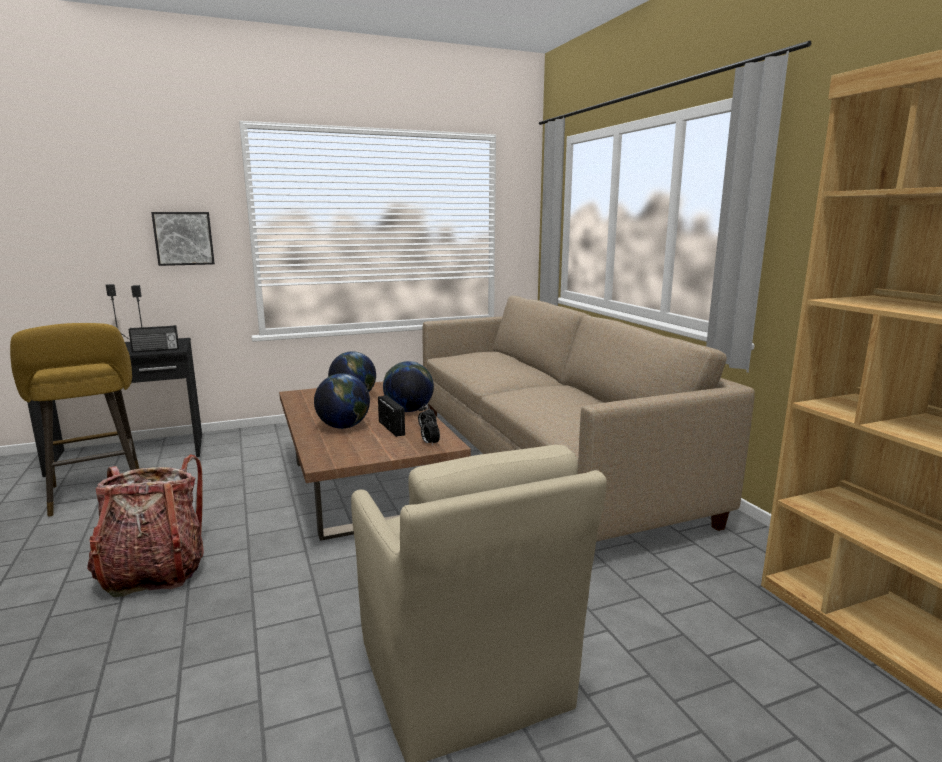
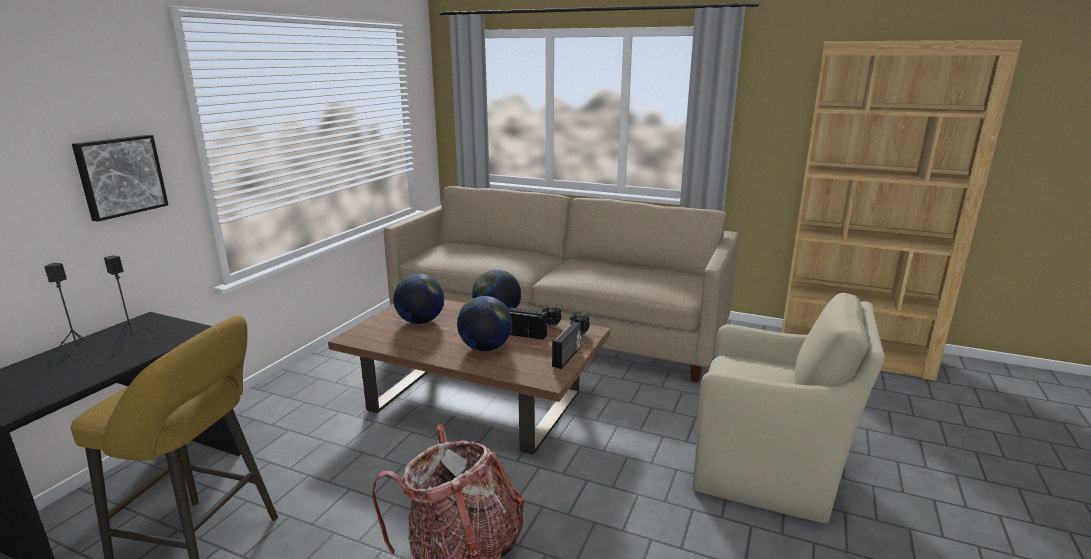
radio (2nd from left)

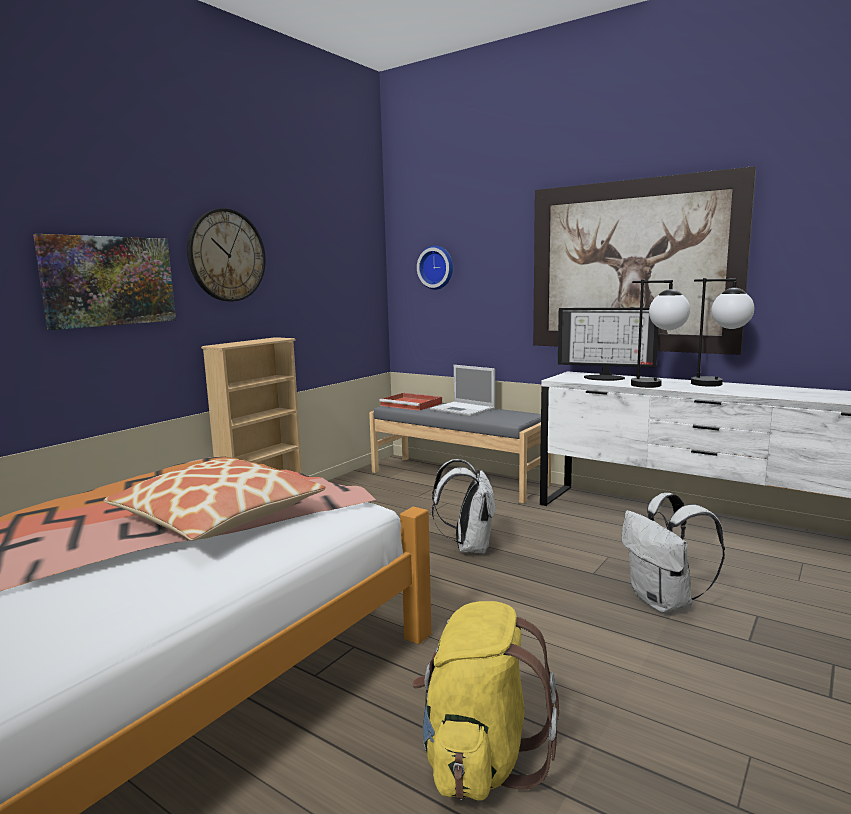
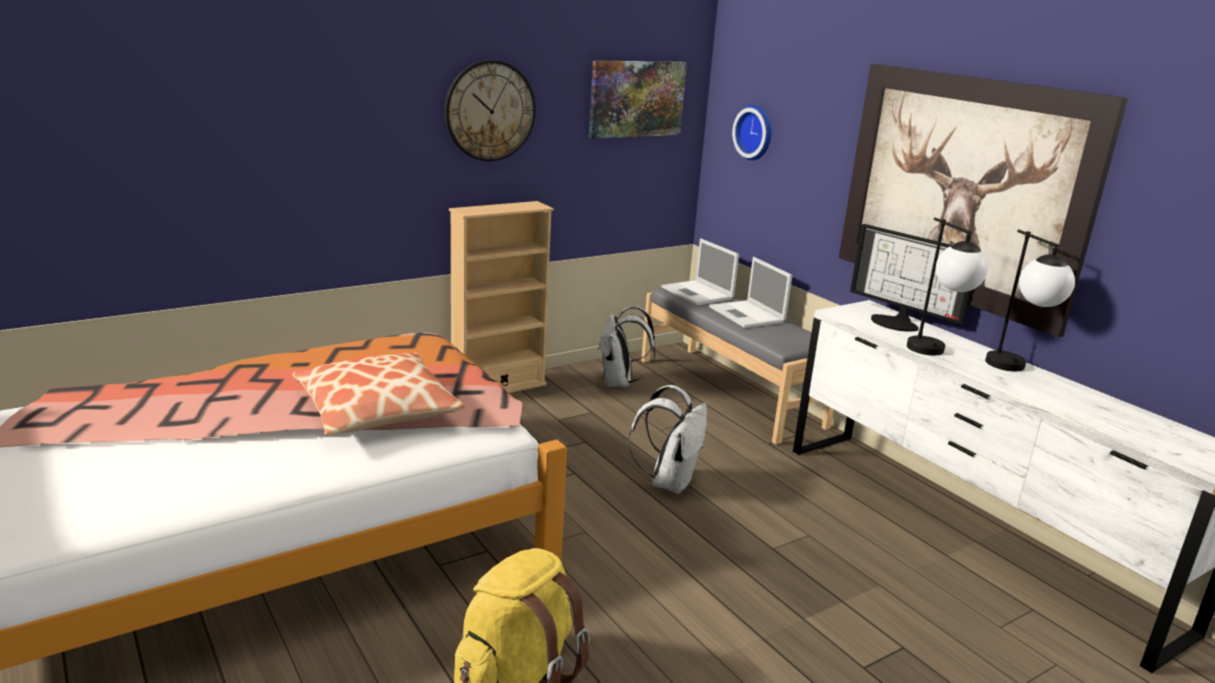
picture (1st from left); laptop (1st from left); backpack (white) (1st from left)

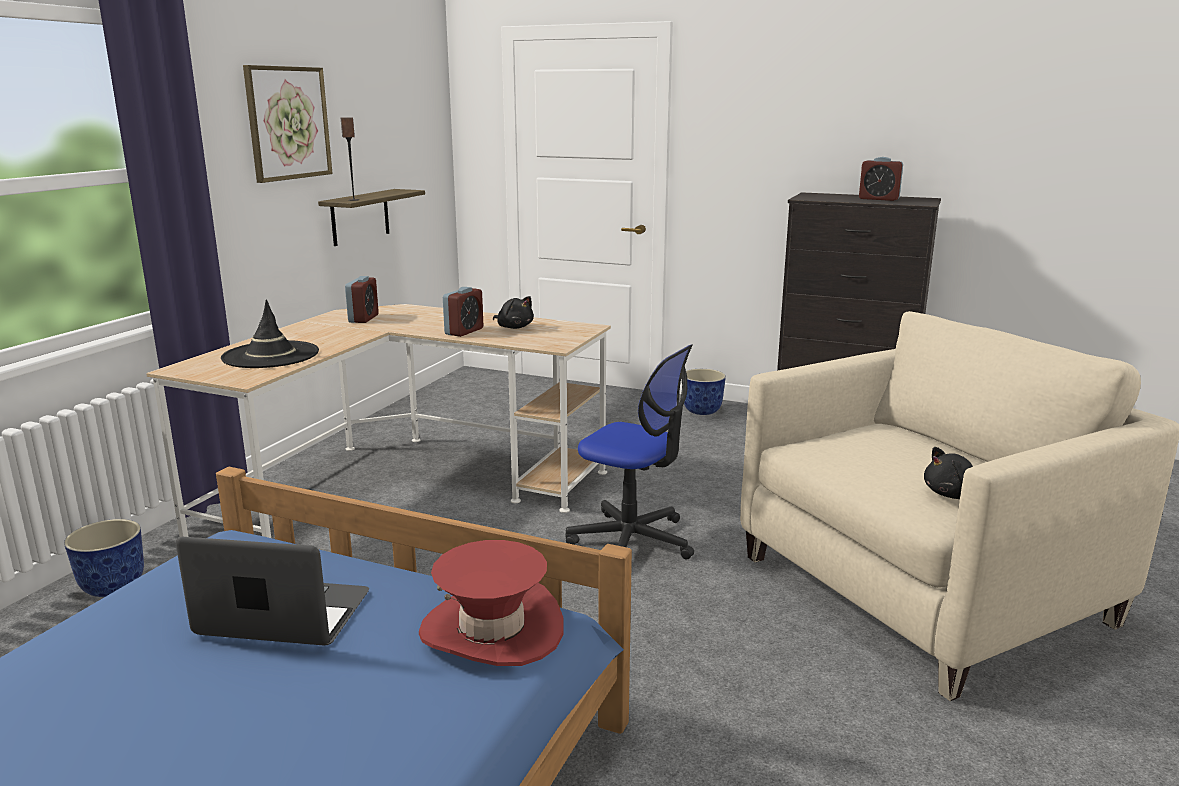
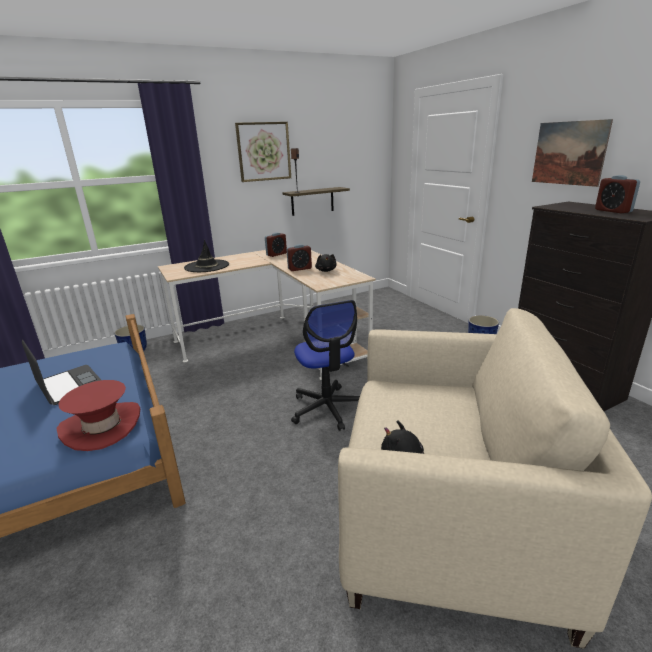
picture (2nd from left)

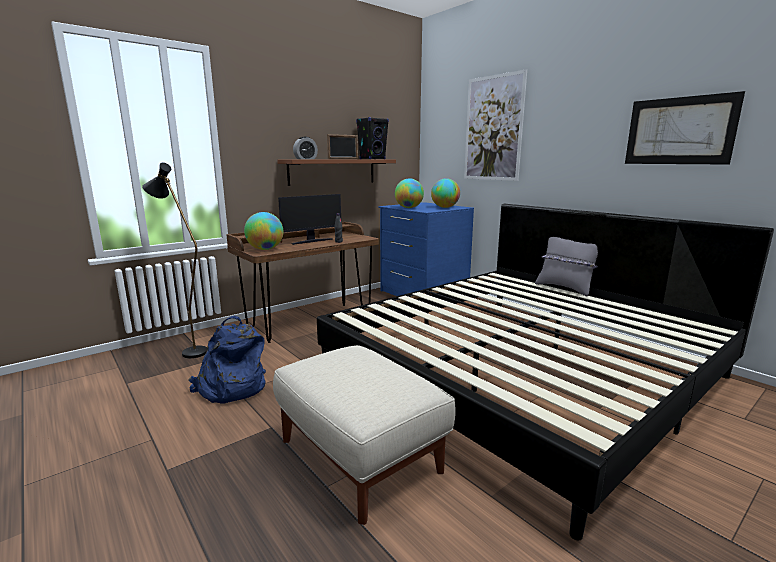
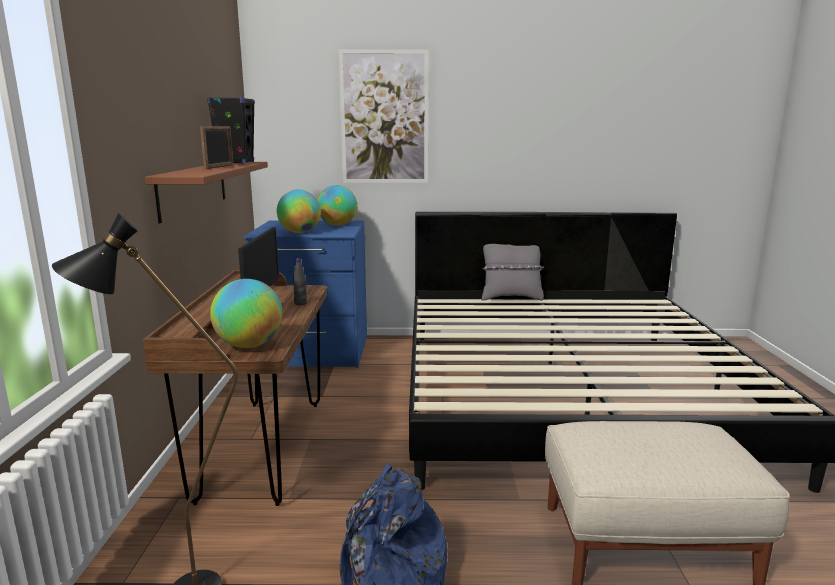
picture (2nd from left in the first image); alarm clock

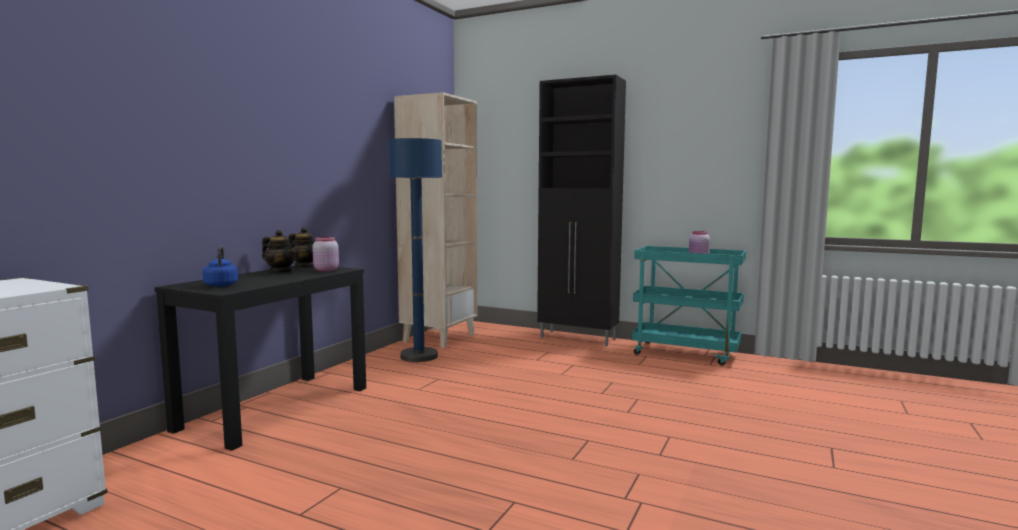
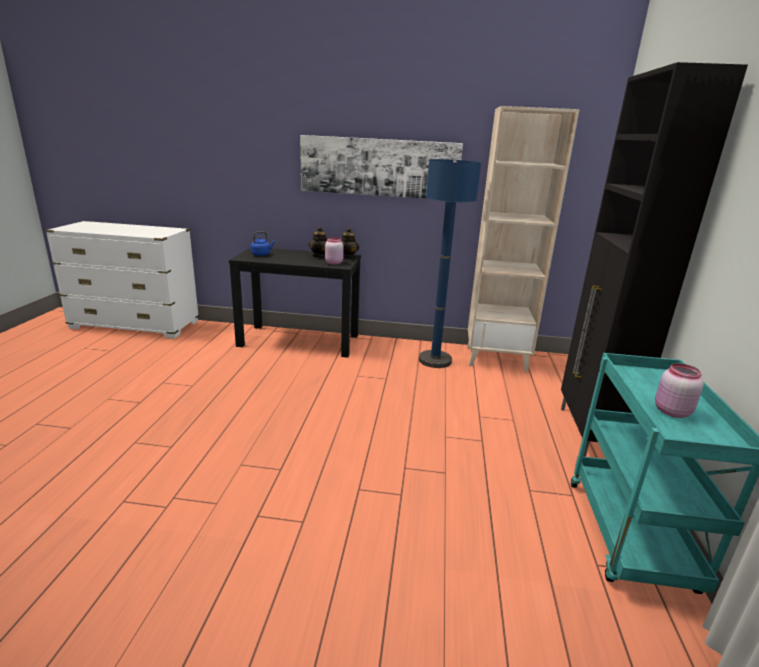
picture

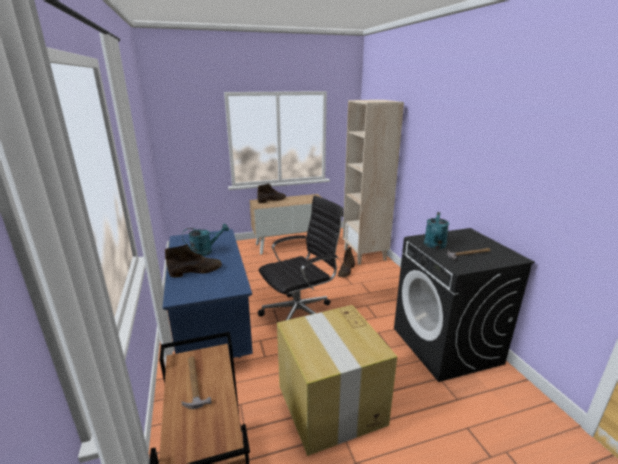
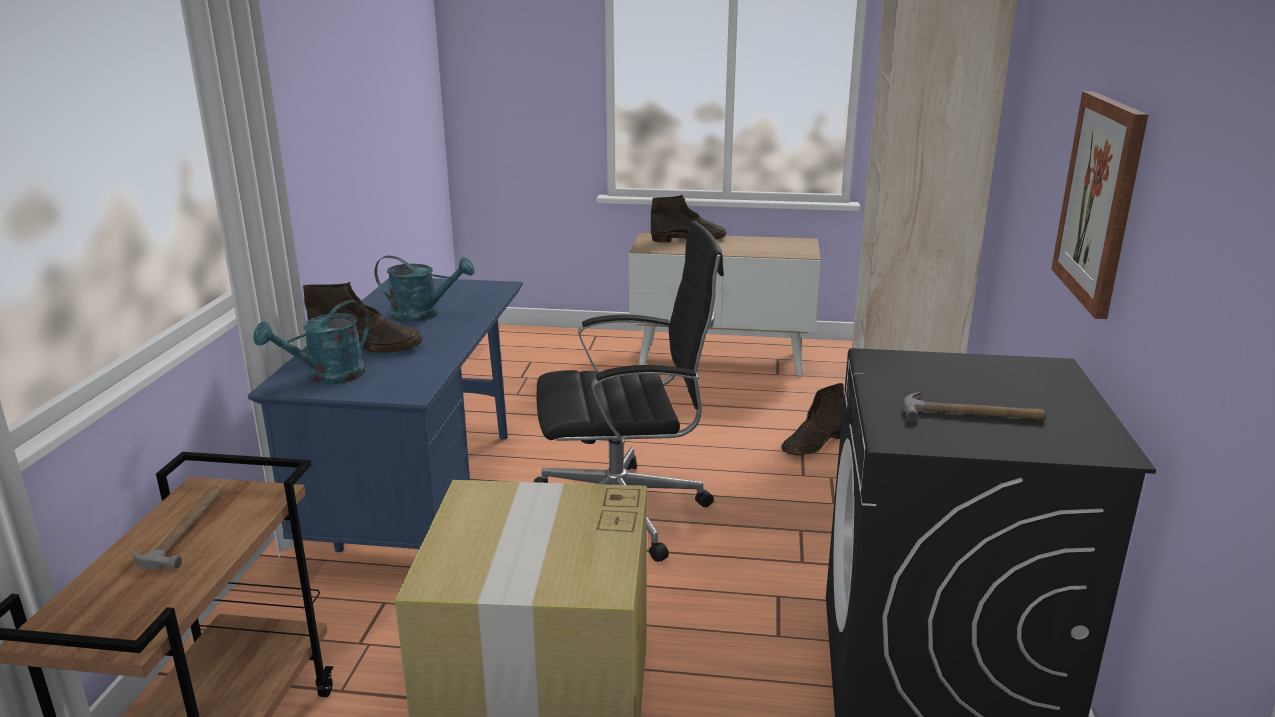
watering can (turquoise) (1st from left); picture

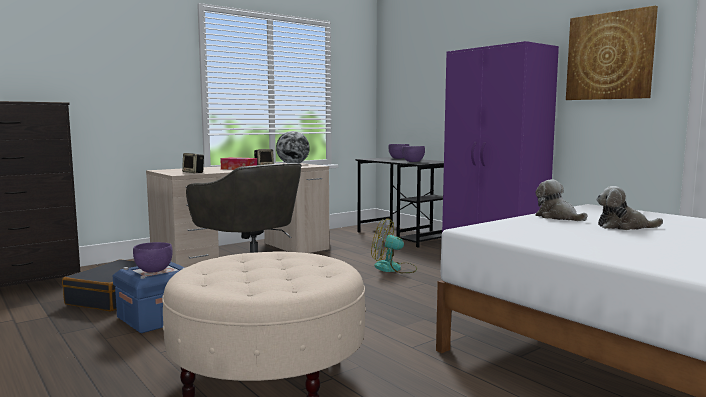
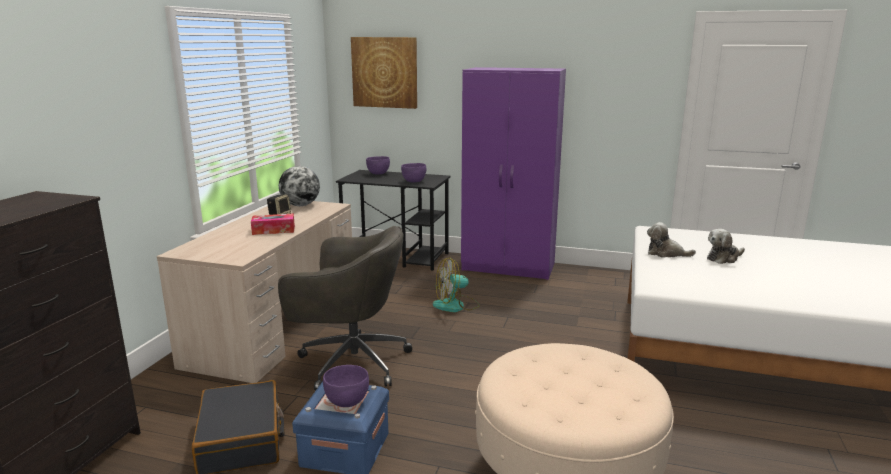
picture; speaker (1st from left in the first image)

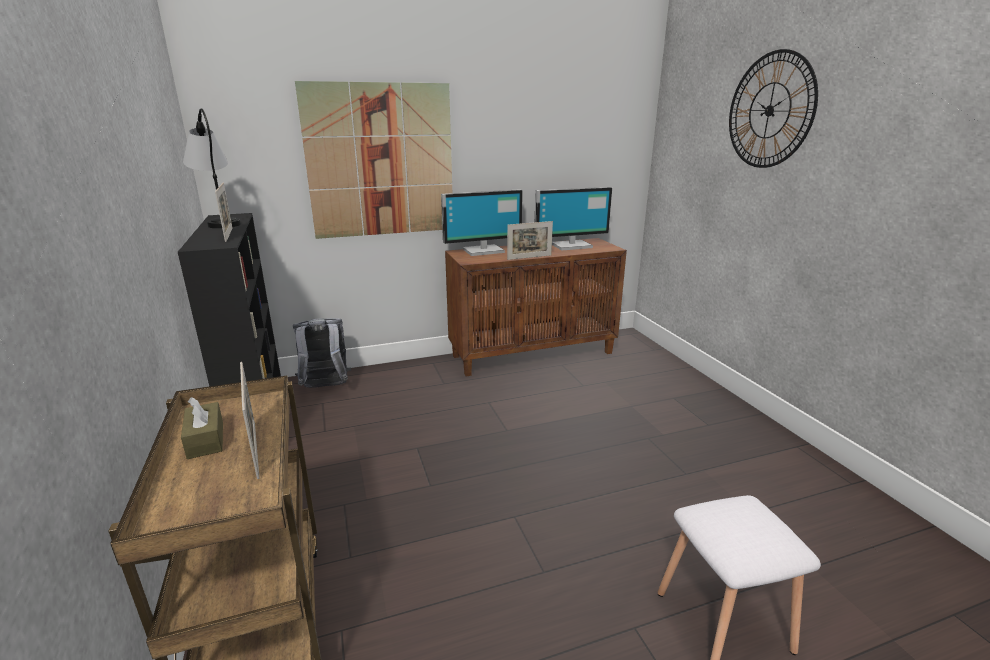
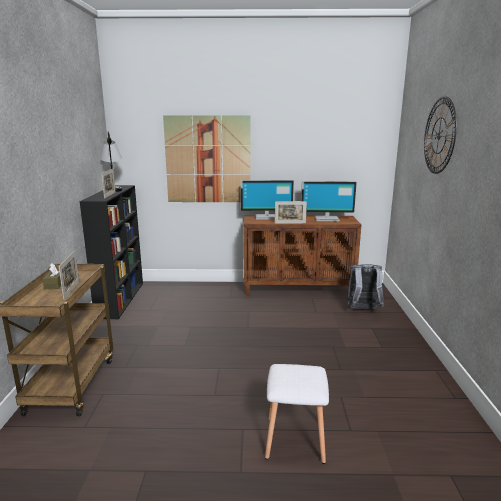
backpack (grey)

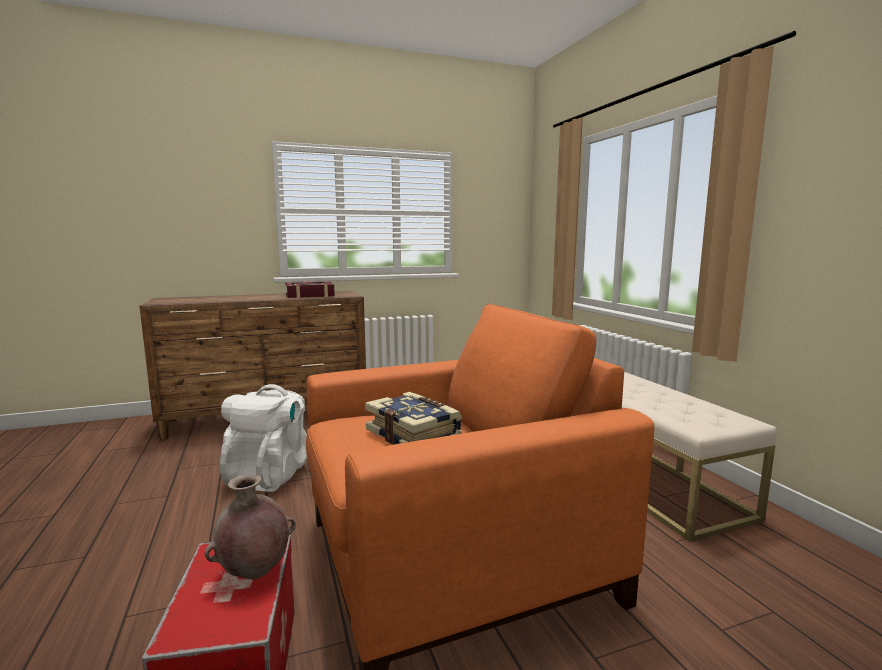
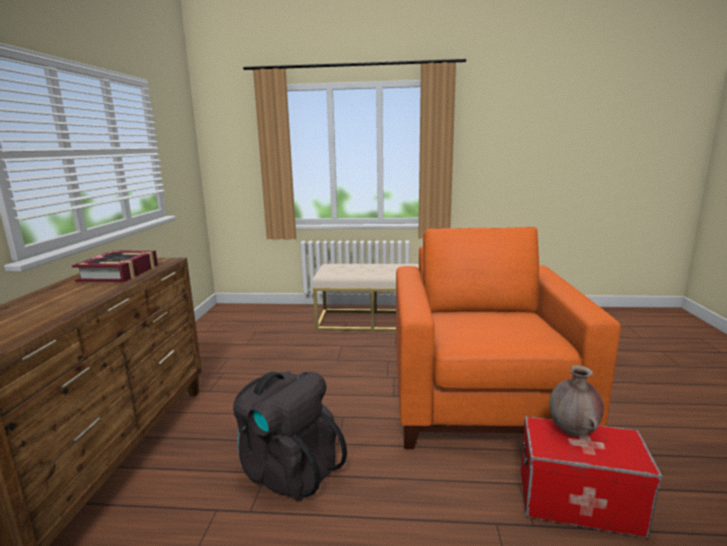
backpack (black); book (2nd from left in the first image)

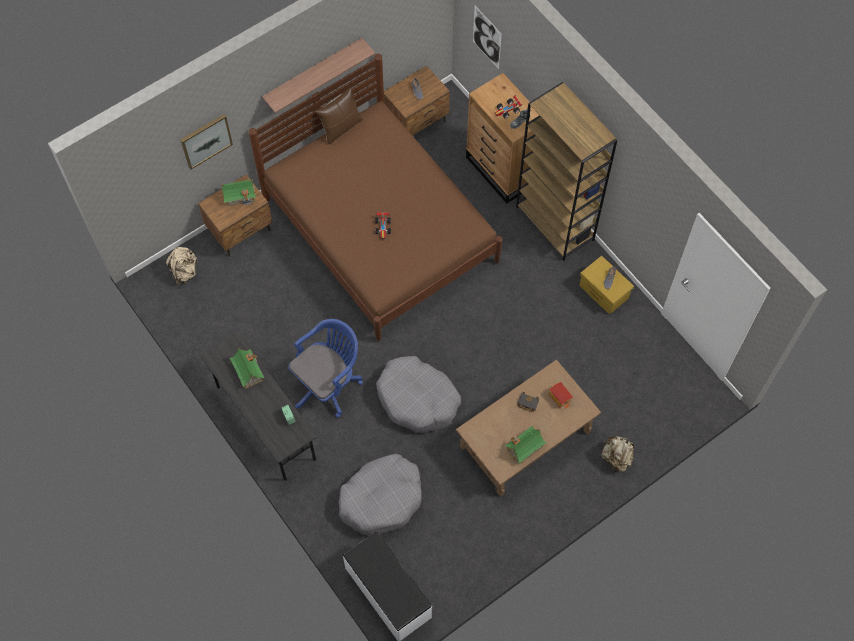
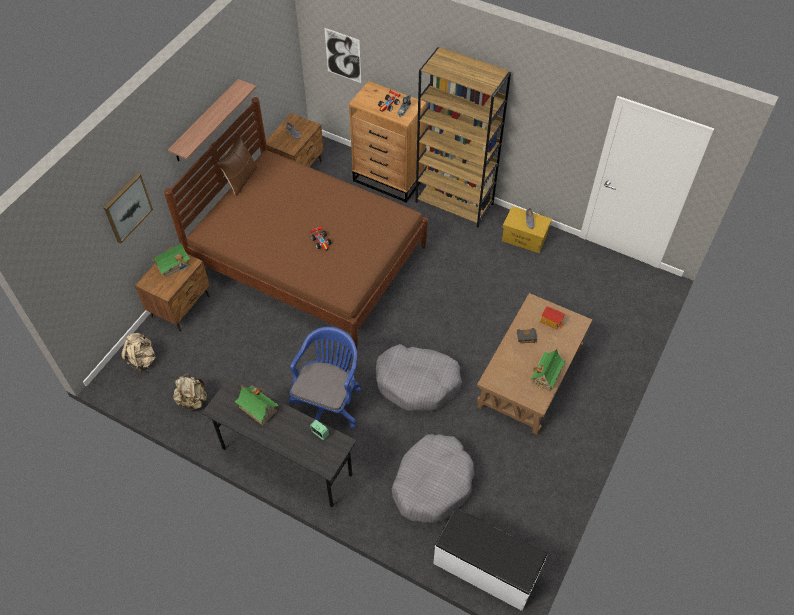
backpack (beige) (2nd from left)

